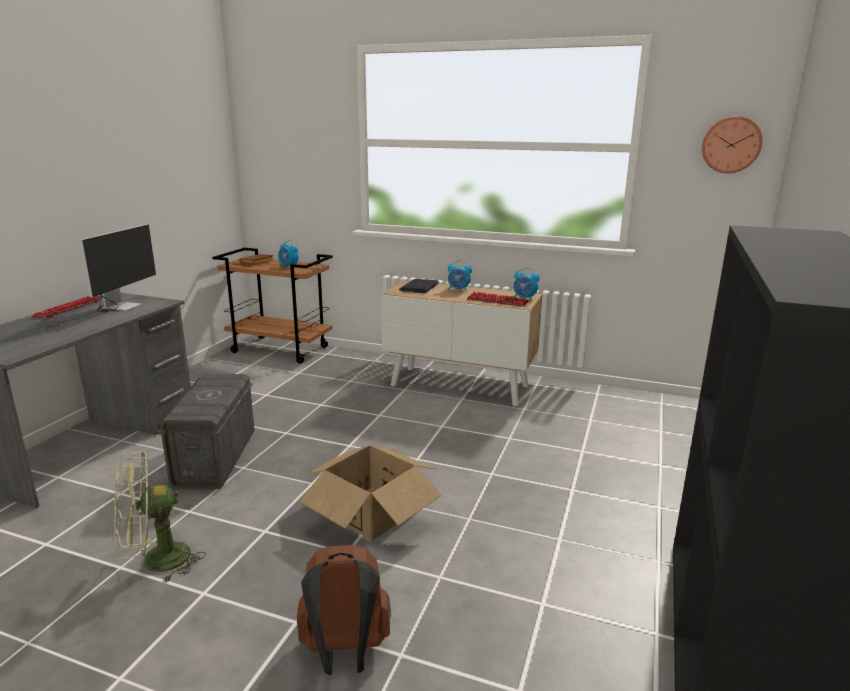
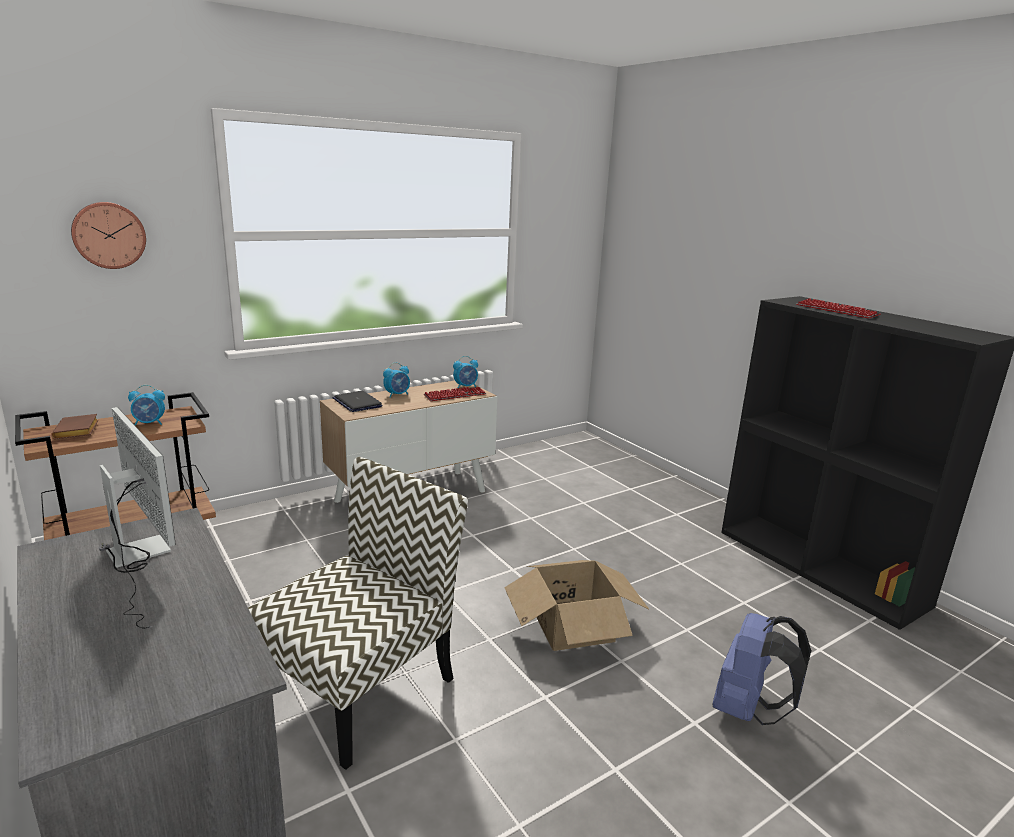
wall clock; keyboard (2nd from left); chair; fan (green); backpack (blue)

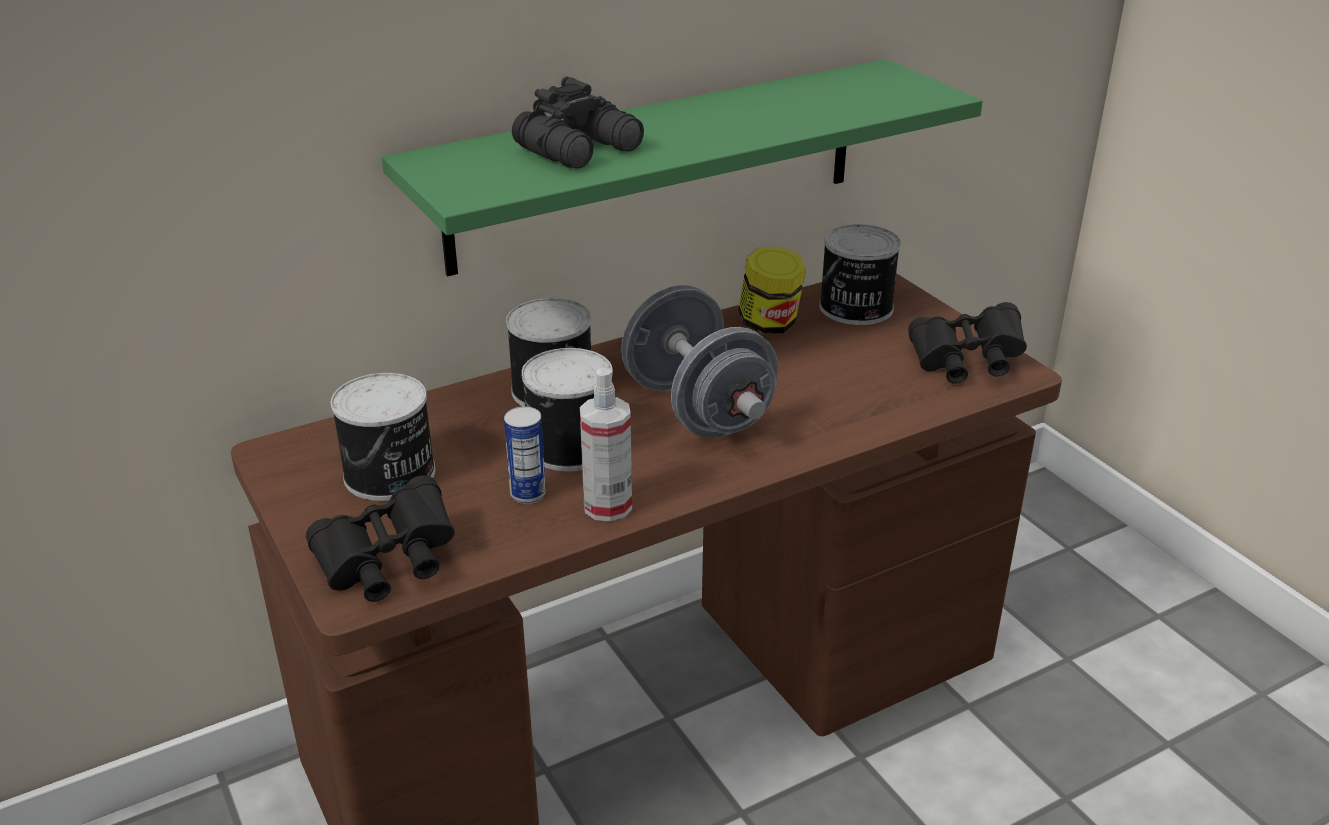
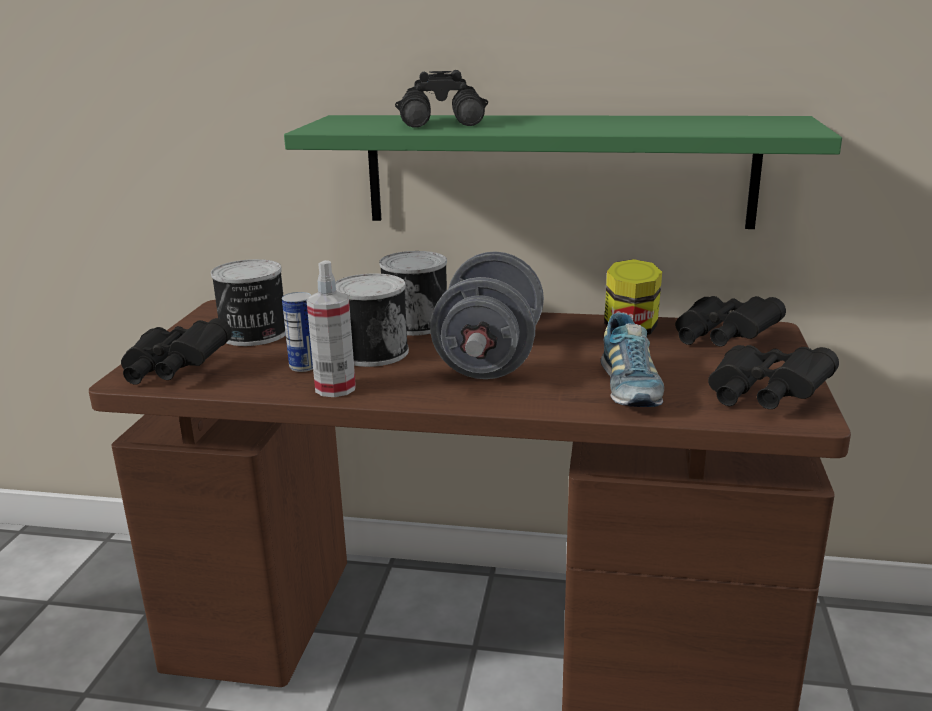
binoculars (black) (3rd from left); shoe

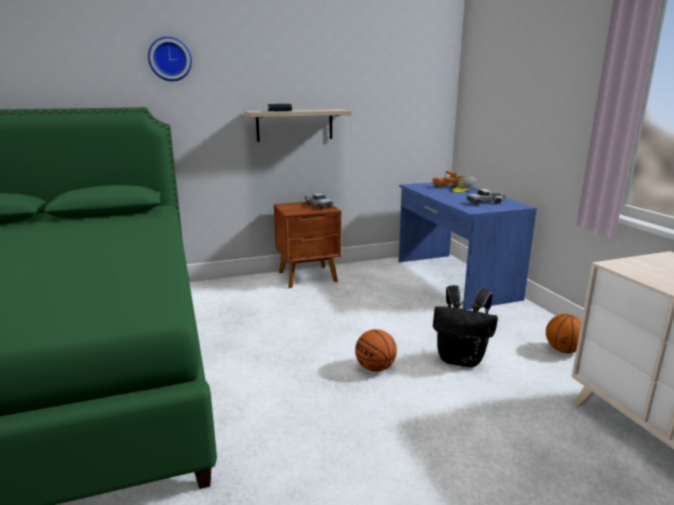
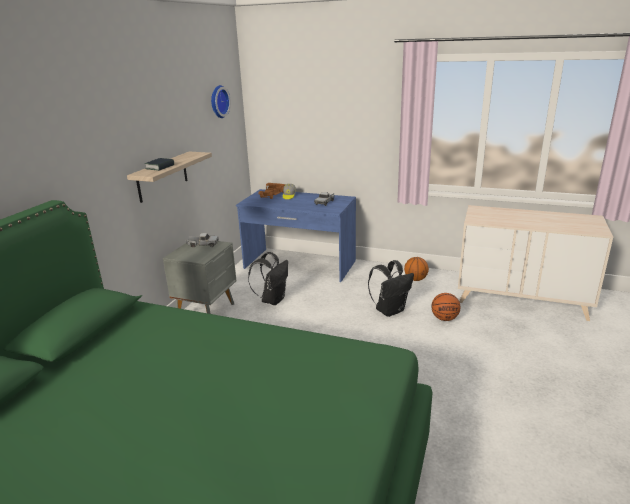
wall clock; nightstand (grey); basketball (2nd from left); backpack (black) (1st from left)

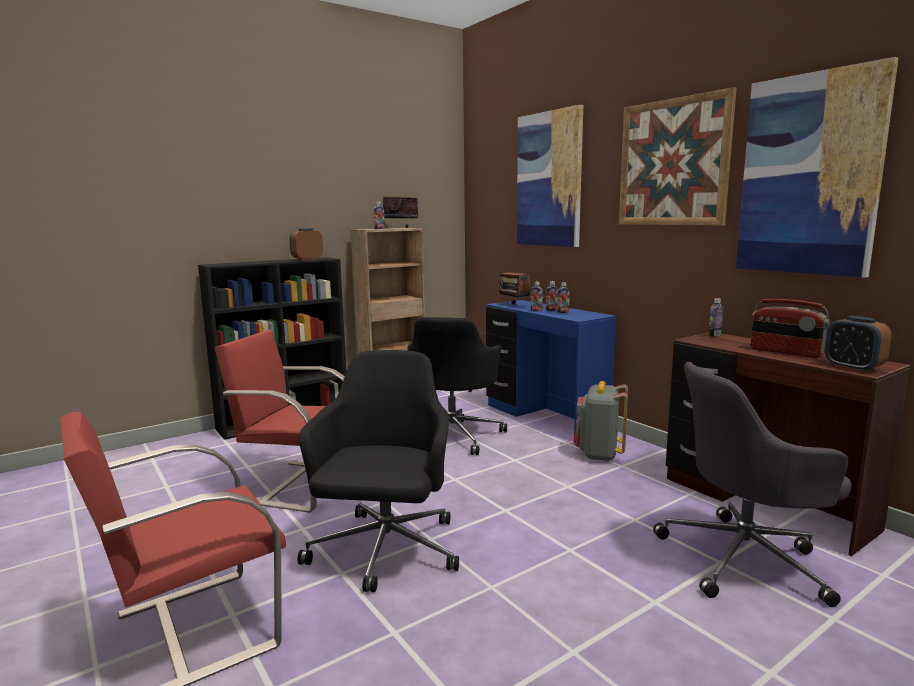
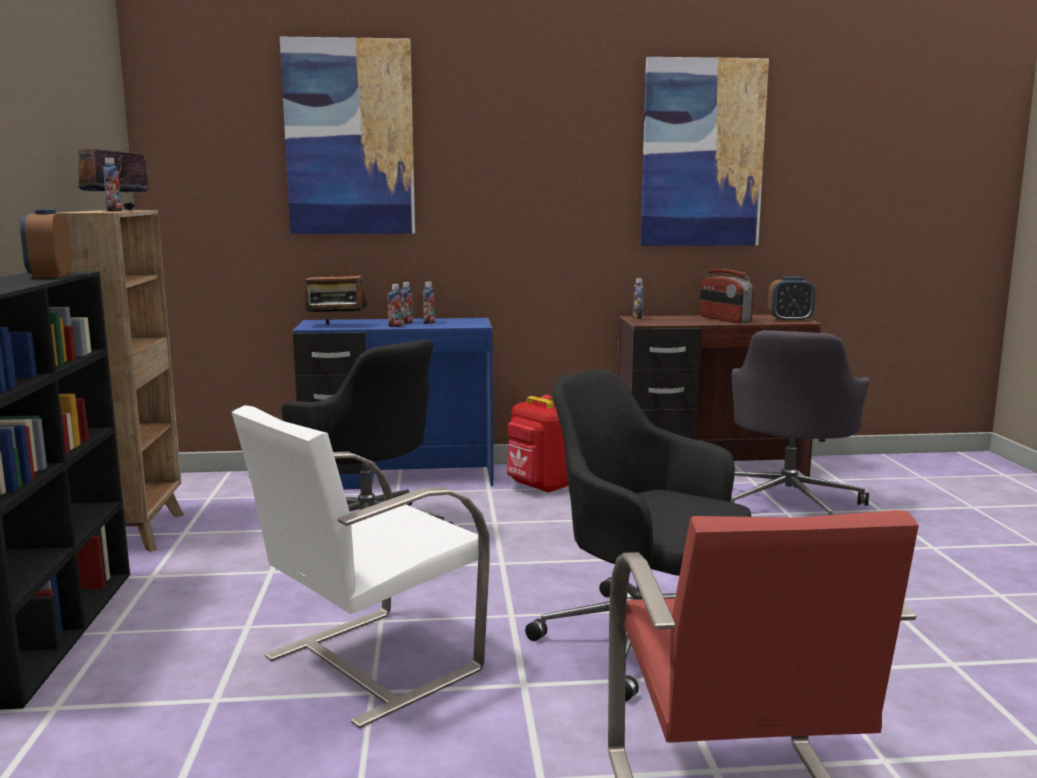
picture (2nd from left in the first image); radio (3rd from left); chair (white); backpack (red)

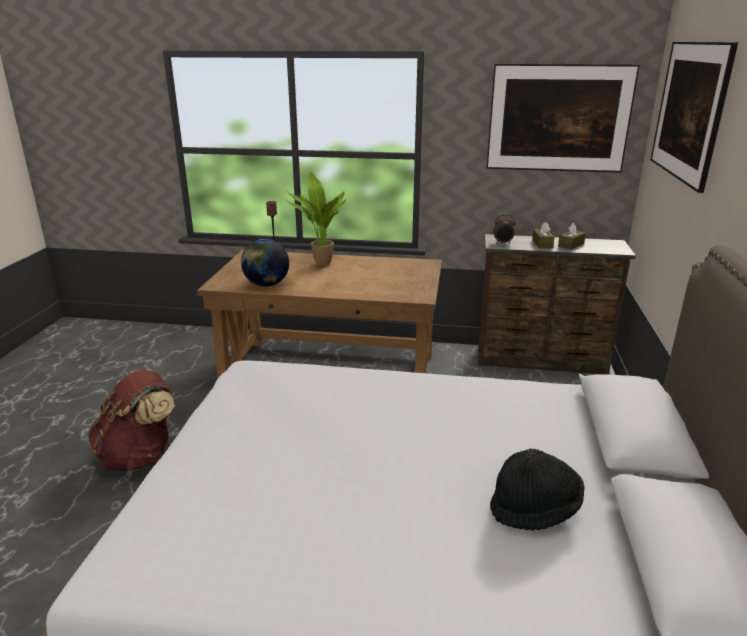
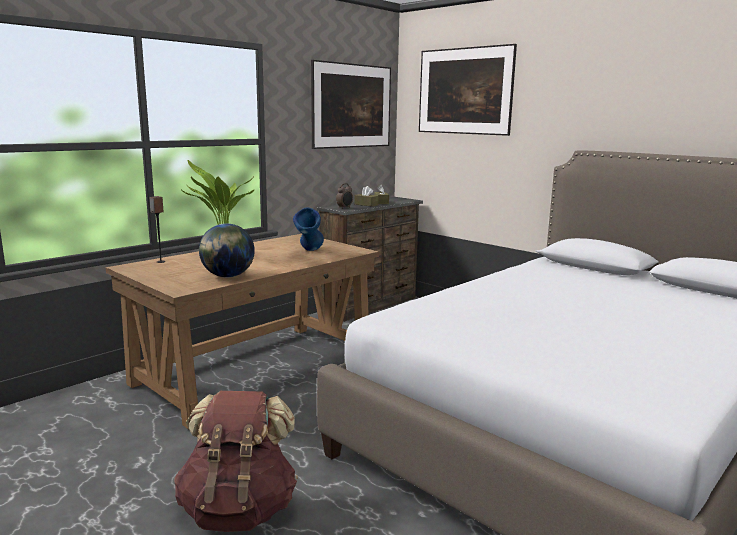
hat (black); vase (blue)

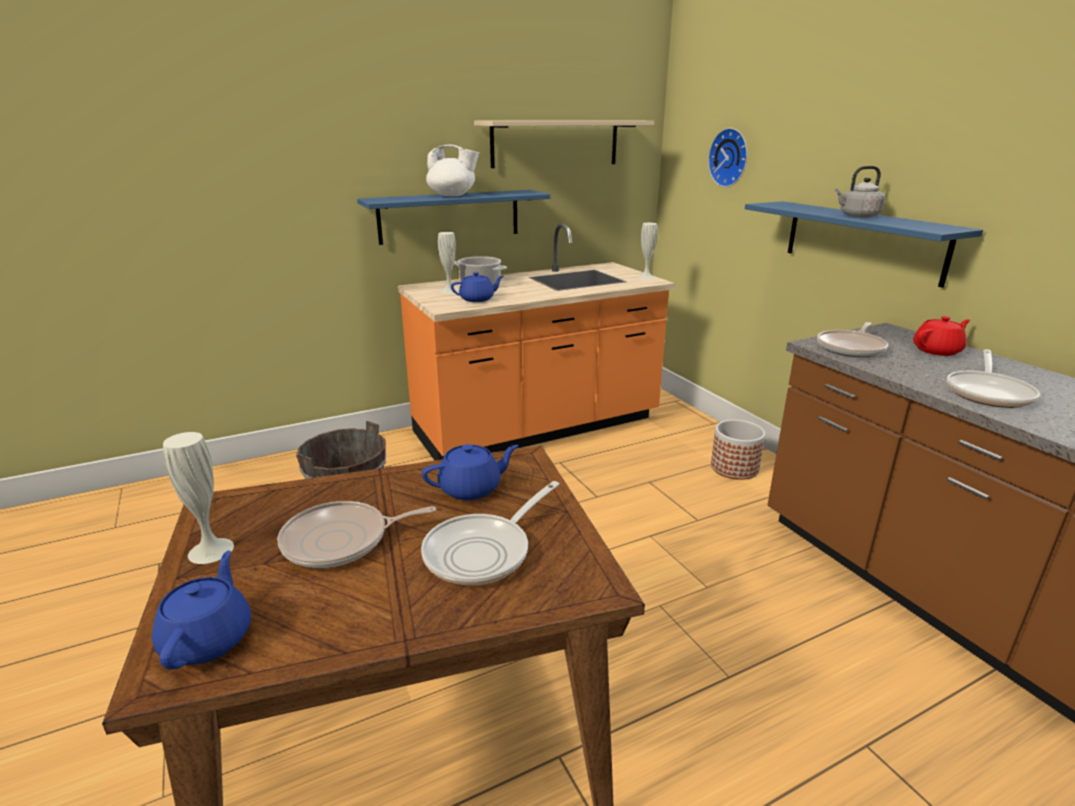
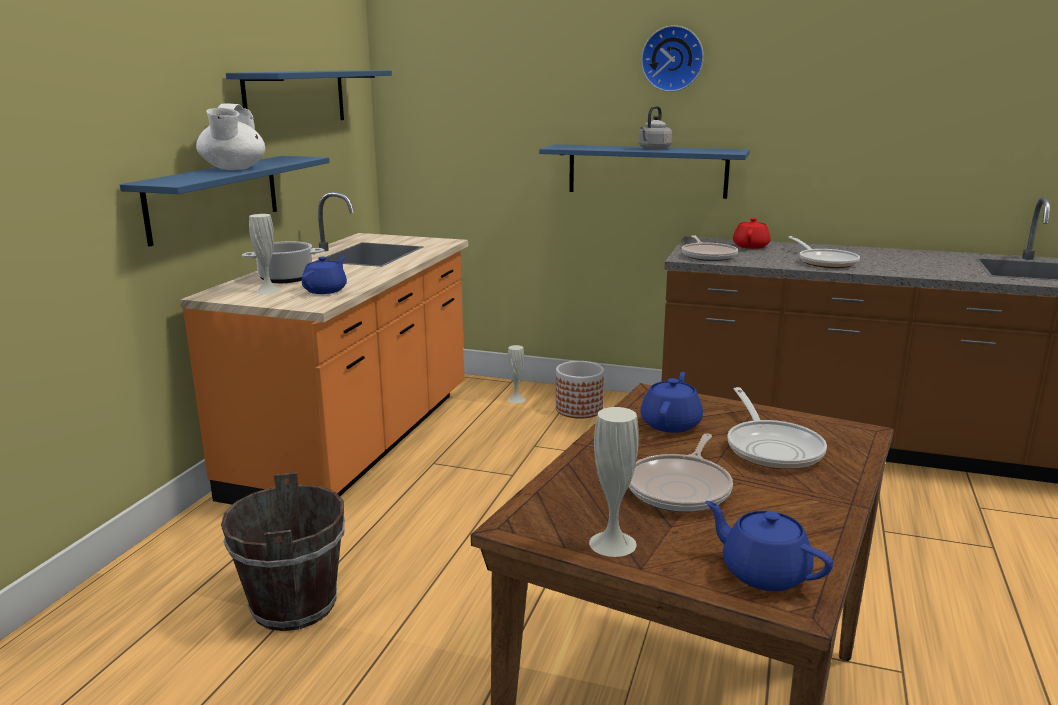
shelf (blue) (2nd from left); wall clock; teapot (white); vase (white) (2nd from left)

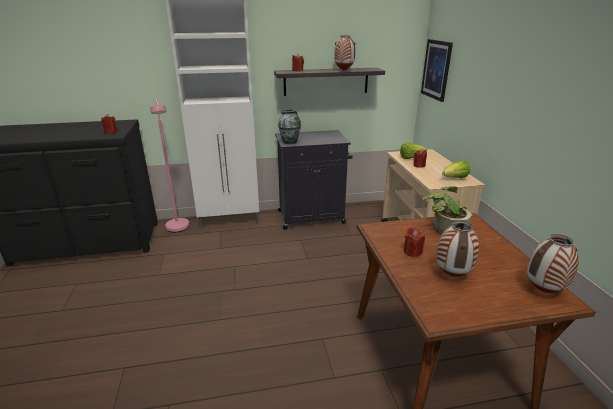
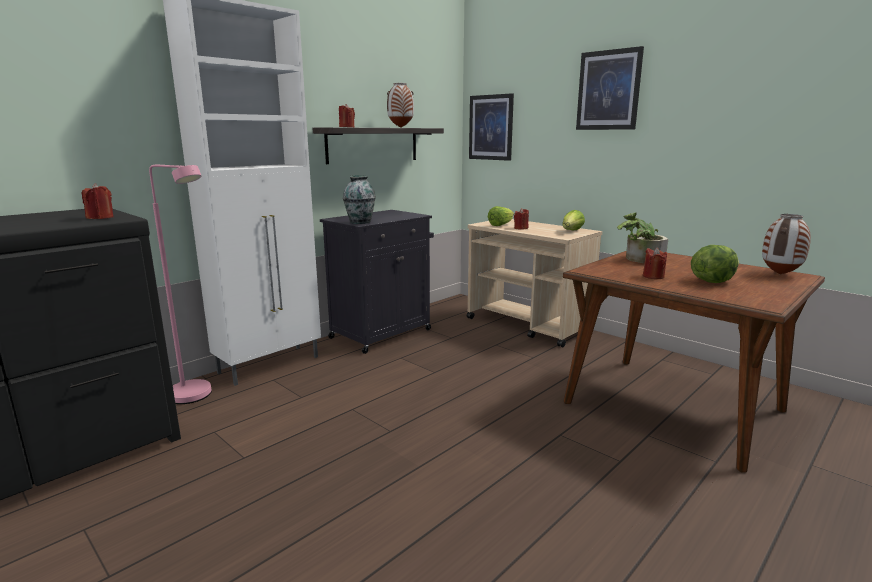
lettuce (3rd from left); picture (2nd from left)

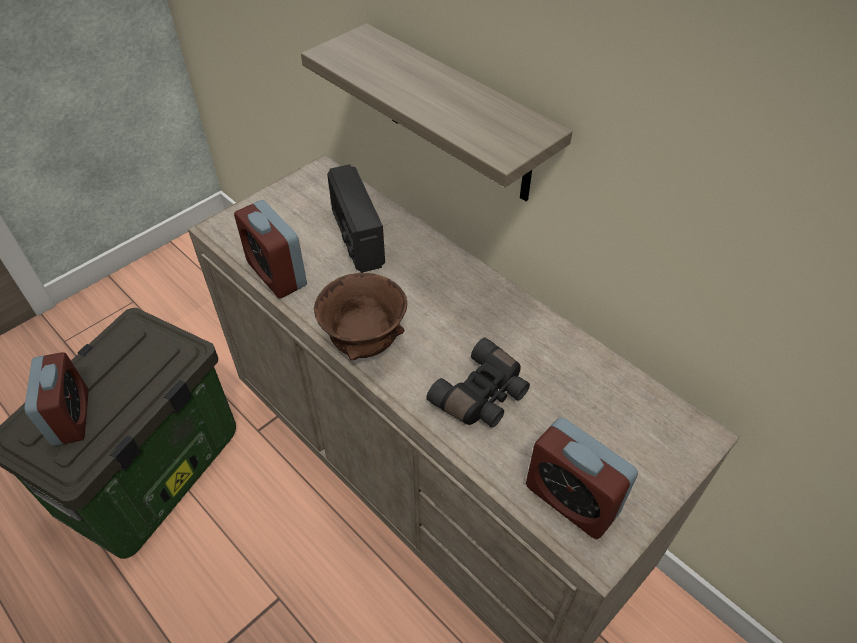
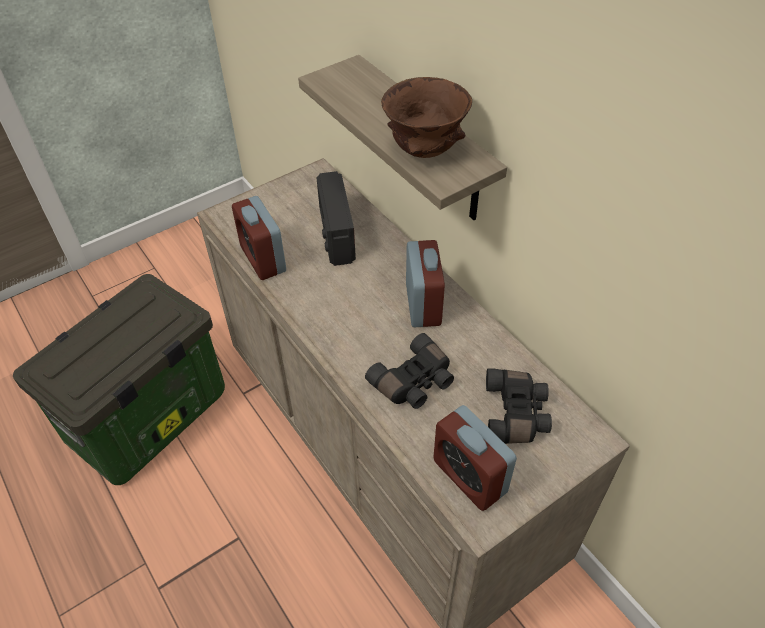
bowl (brown); alarm clock (2nd from left); binoculars (black) (2nd from left)

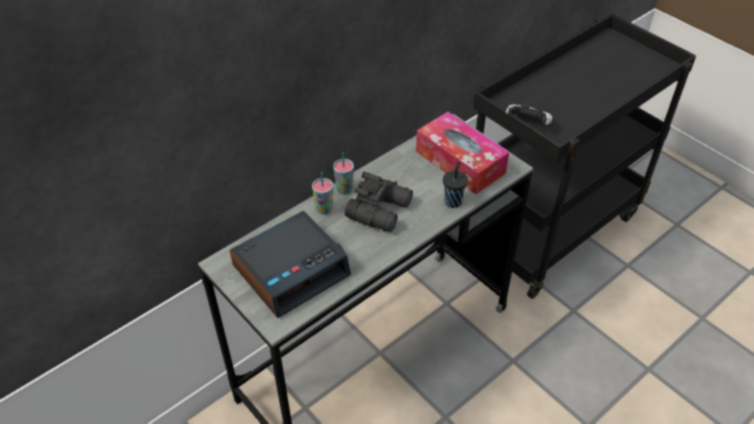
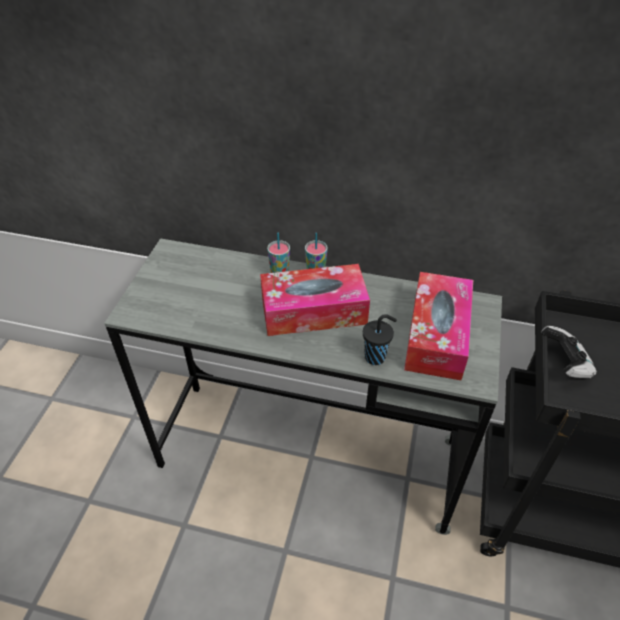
tissue box (1st from left); alarm clock

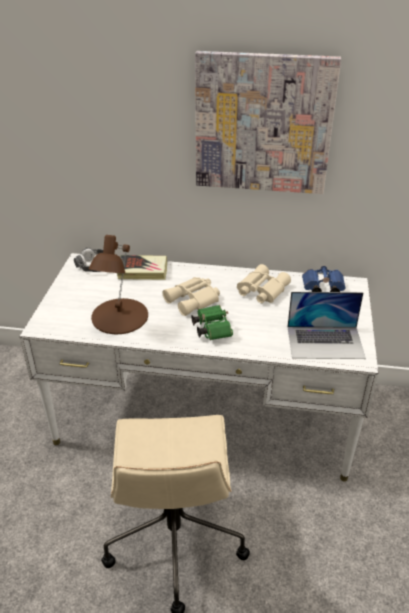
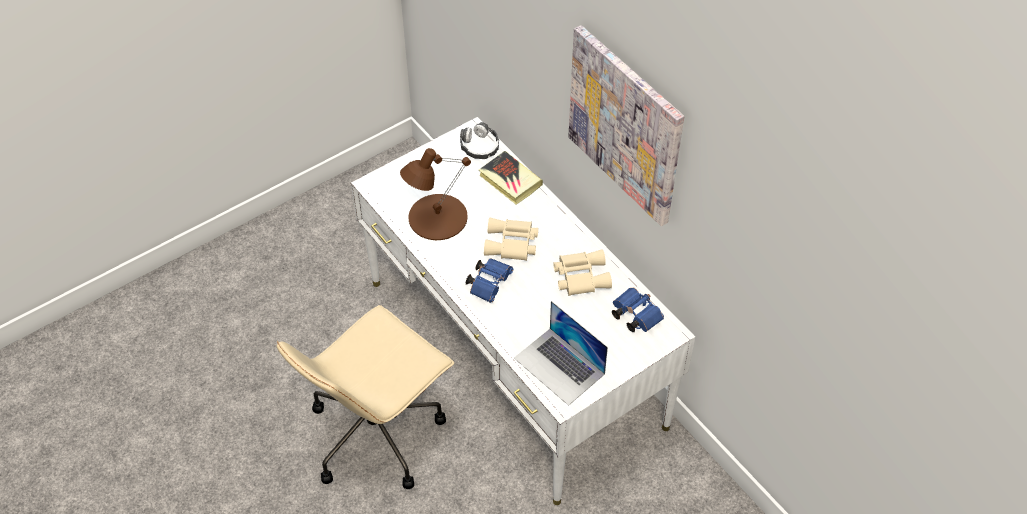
binoculars (blue) (1st from left)

